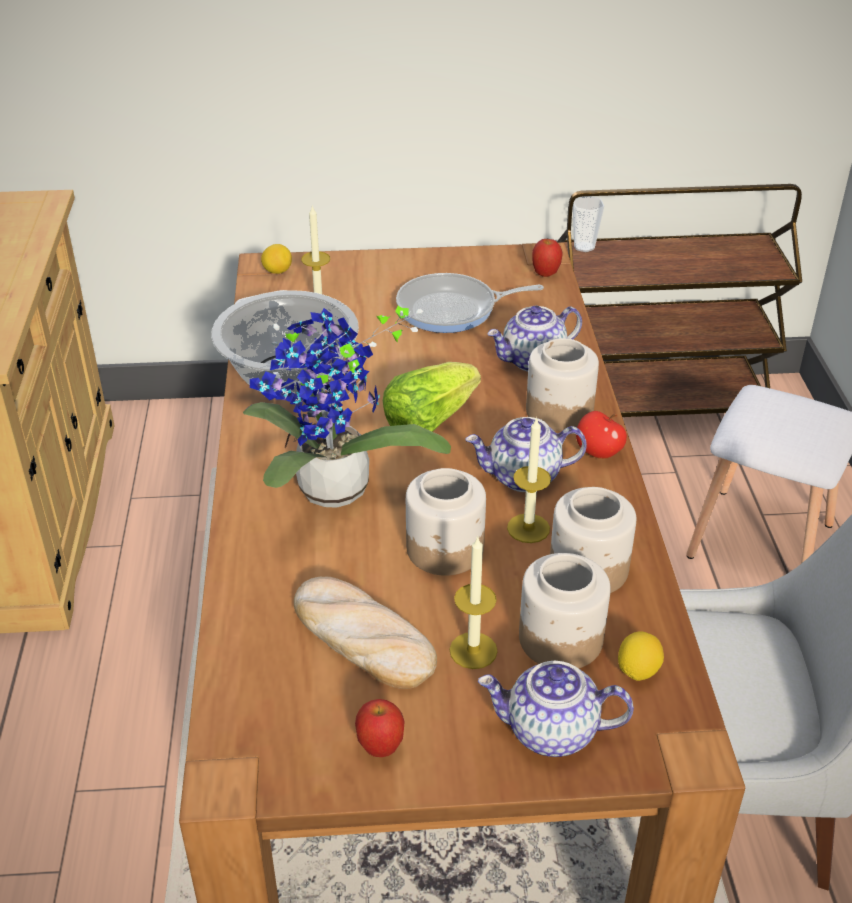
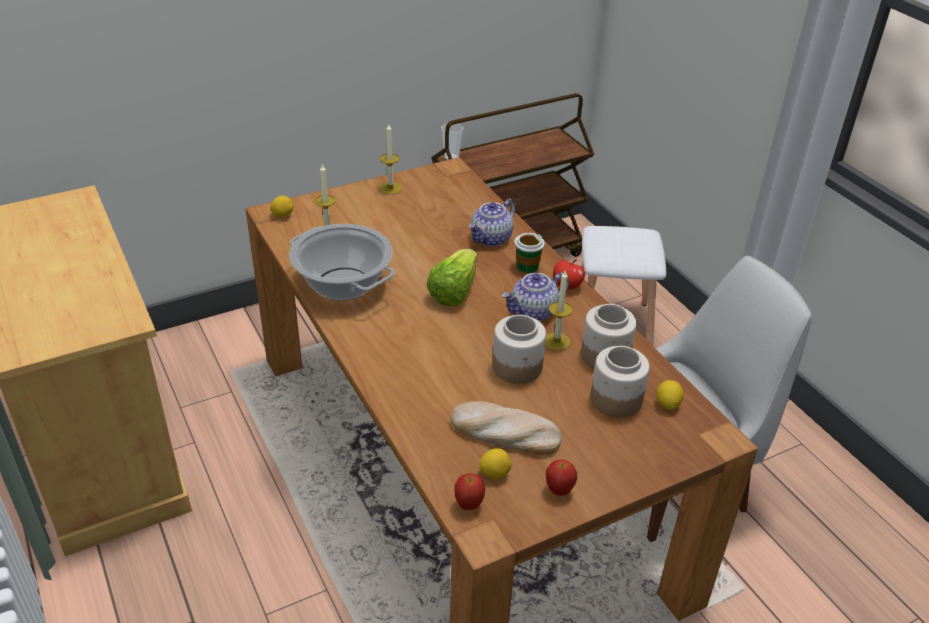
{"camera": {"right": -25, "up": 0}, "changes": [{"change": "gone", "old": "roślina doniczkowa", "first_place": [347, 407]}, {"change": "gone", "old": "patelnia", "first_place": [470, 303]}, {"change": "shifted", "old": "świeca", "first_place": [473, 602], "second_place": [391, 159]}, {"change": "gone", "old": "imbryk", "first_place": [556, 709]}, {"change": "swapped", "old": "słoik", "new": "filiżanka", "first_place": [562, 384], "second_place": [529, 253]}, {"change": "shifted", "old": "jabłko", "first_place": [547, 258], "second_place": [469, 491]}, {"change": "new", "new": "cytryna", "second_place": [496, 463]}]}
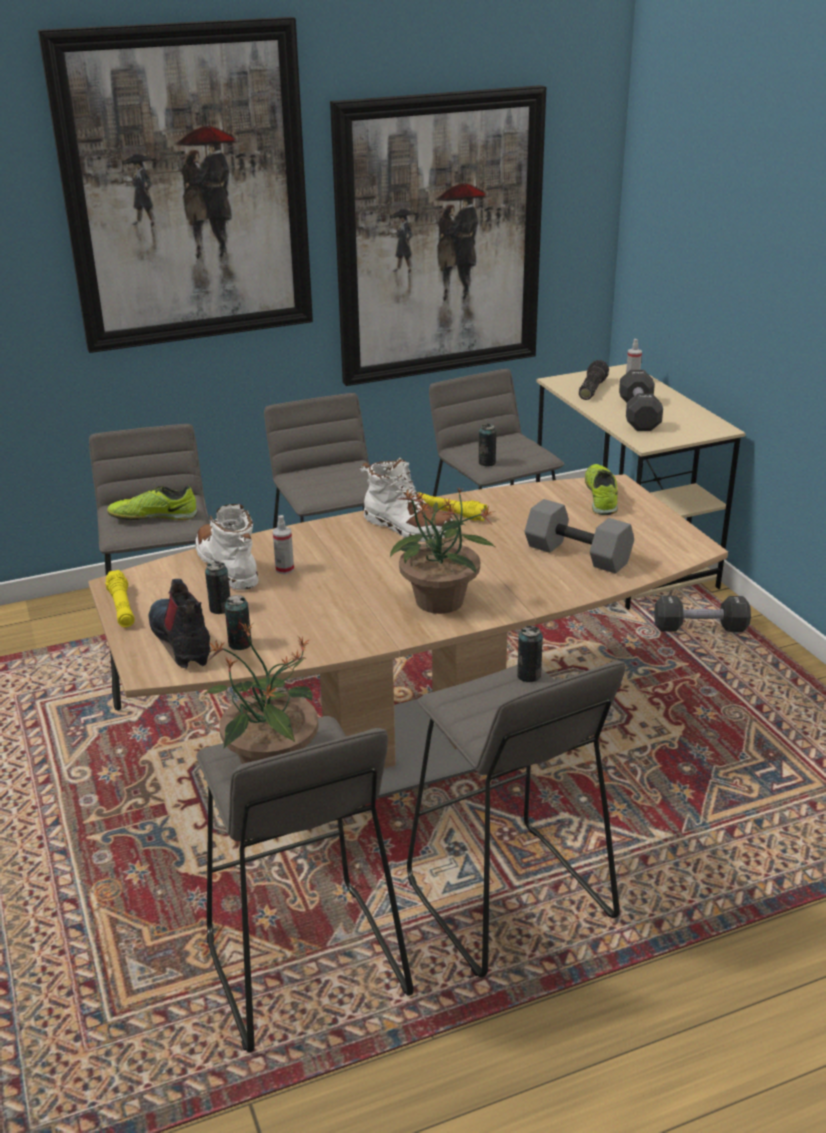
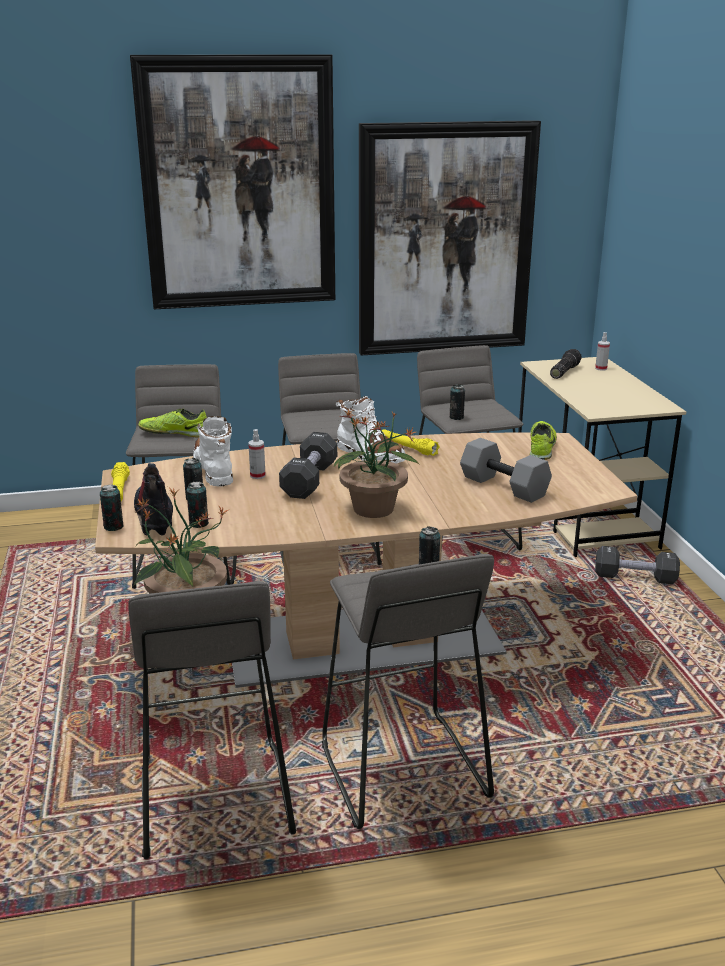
{"camera": {"right": 10, "up": -5}, "changes": [{"change": "shifted", "old": "hantel (czarny)", "first_place": [641, 400], "second_place": [308, 465]}, {"change": "new", "new": "puszka", "second_place": [112, 507]}]}
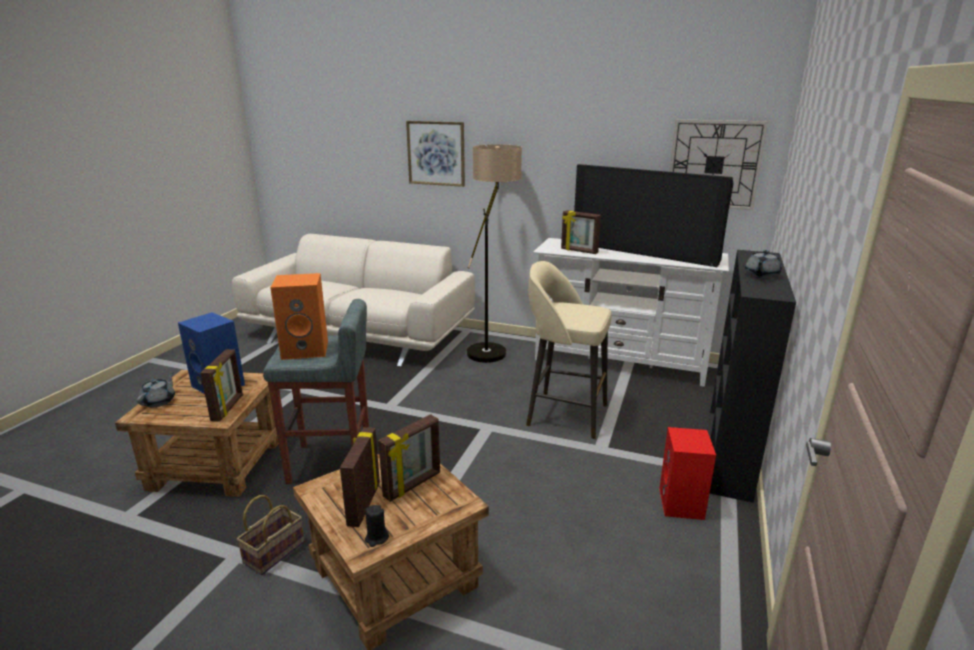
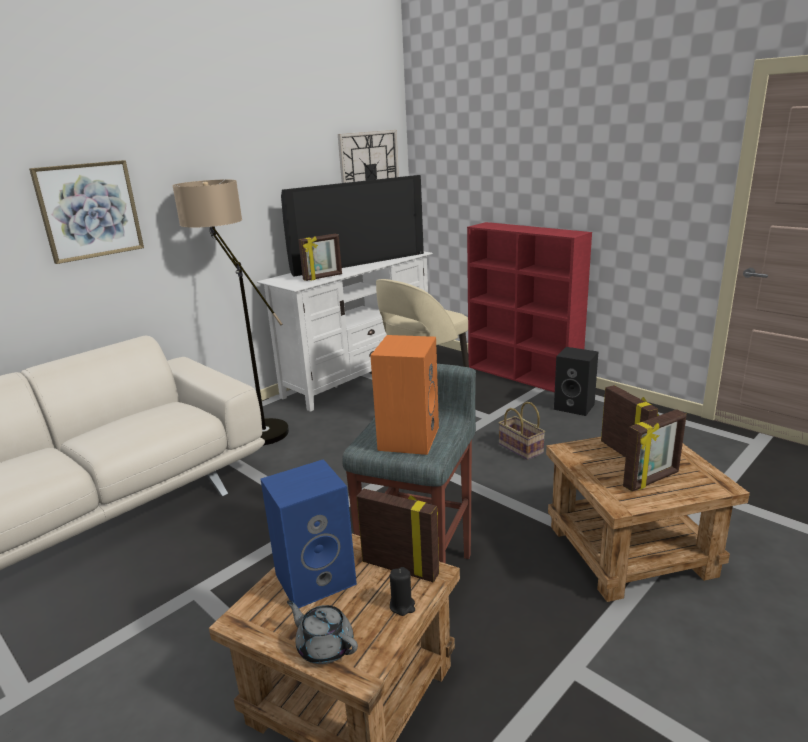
{"camera": {"right": -65, "up": 0}, "changes": [{"change": "shifted", "old": "koszyk", "first_place": [270, 535], "second_place": [521, 431]}, {"change": "rotated", "old": "ramka na zdjęcie", "first_place": [360, 477], "second_place": [655, 450], "degrees": -60}, {"change": "shifted", "old": "świeca (czarny)", "first_place": [377, 526], "second_place": [402, 591]}, {"change": "repainted", "old": "głośnik (czerwony)", "new": "głośnik (czarny)", "first_place": [687, 473], "second_place": [576, 381]}, {"change": "repainted", "old": "regał (czarny)", "new": "regał (czerwony)", "first_place": [752, 376], "second_place": [529, 307]}, {"change": "gone", "old": "imbryk (szary)", "first_place": [763, 264]}]}
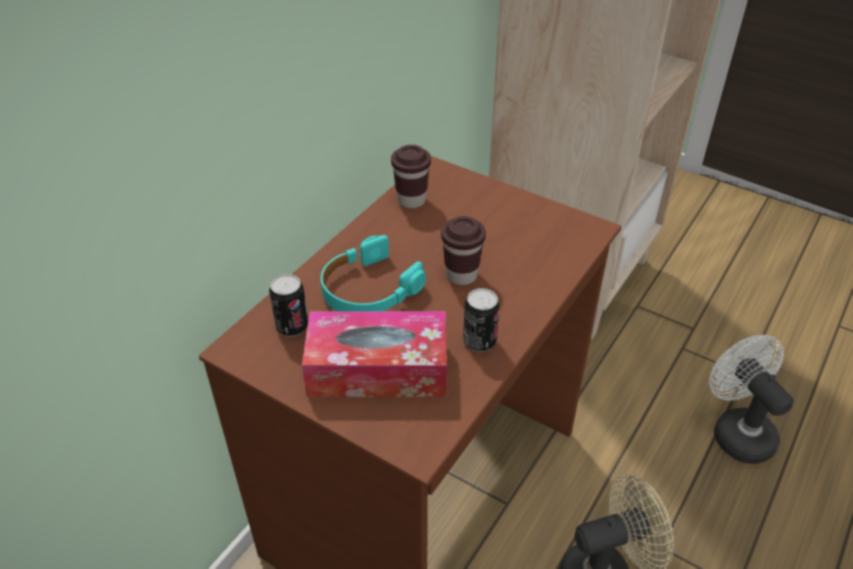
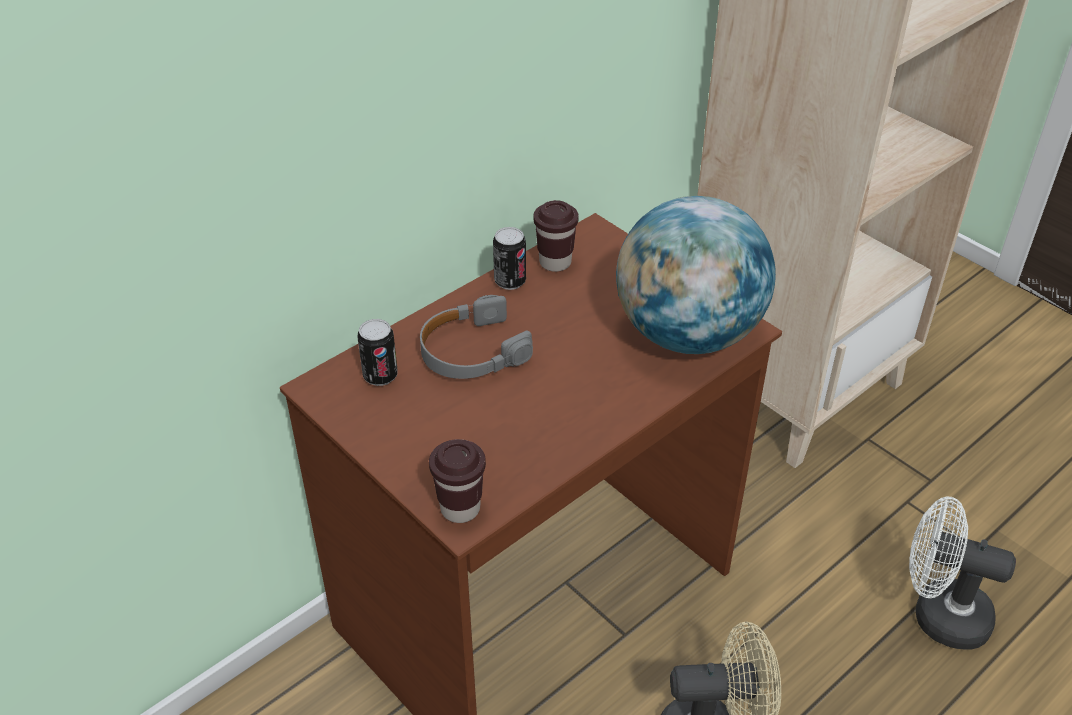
{"camera": {"right": 15, "up": 0}, "changes": [{"change": "gone", "old": "pudełko chusteczek", "first_place": [374, 354]}, {"change": "repainted", "old": "słuchawki (turkusowy)", "new": "słuchawki (szary)", "first_place": [373, 273], "second_place": [476, 337]}, {"change": "shifted", "old": "filiżanka (brązowy)", "first_place": [463, 250], "second_place": [457, 481]}, {"change": "shifted", "old": "puszka", "first_place": [481, 320], "second_place": [509, 258]}, {"change": "rotated", "old": "wentylator (biały)", "first_place": [751, 399], "second_place": [962, 573], "degrees": -60}, {"change": "new", "new": "globus", "second_place": [696, 275]}]}
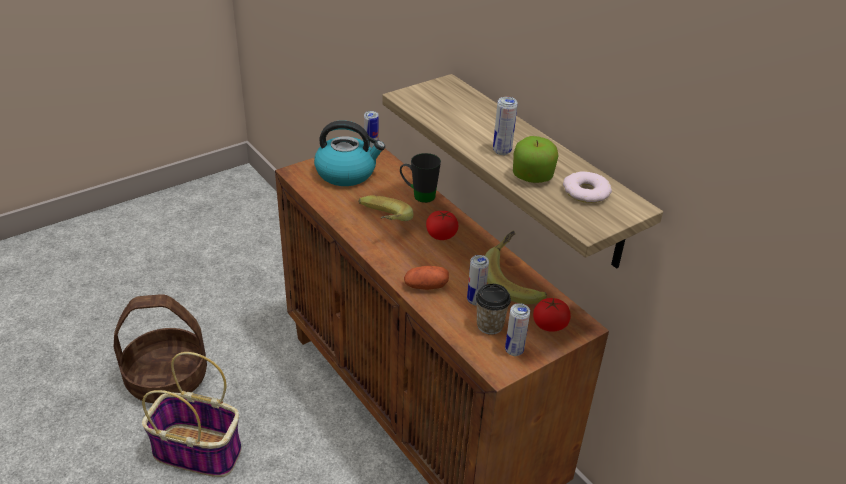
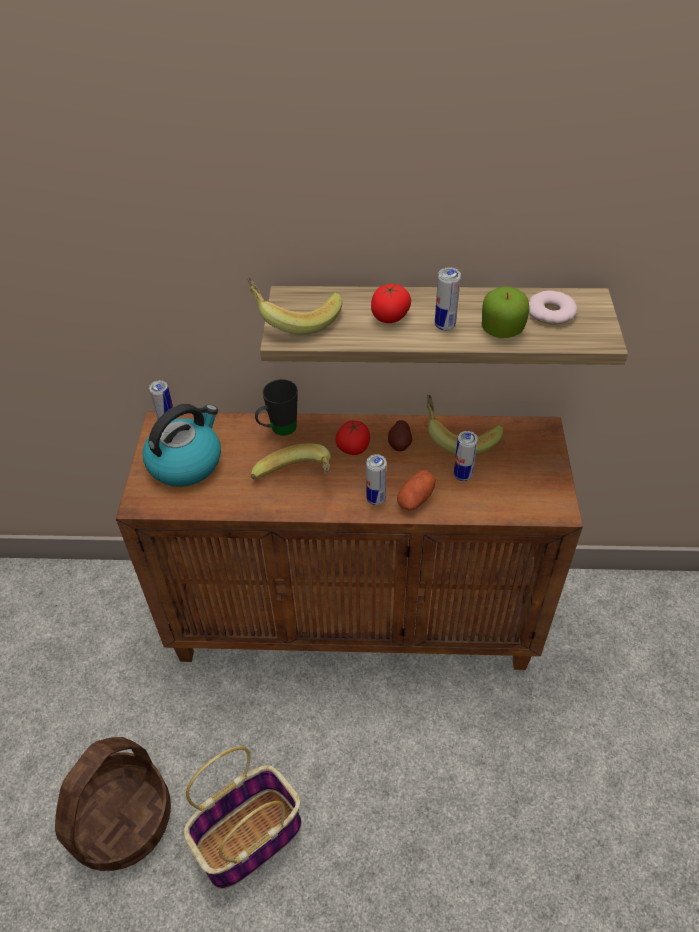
{"camera": {"right": -50, "up": 10}, "changes": [{"change": "gone", "old": "filiżanka", "first_place": [493, 309]}, {"change": "shifted", "old": "puszka", "first_place": [517, 329], "second_place": [376, 479]}, {"change": "shifted", "old": "pomidor", "first_place": [552, 315], "second_place": [391, 303]}, {"change": "new", "new": "banan", "second_place": [294, 305]}, {"change": "new", "new": "ziemniak", "second_place": [400, 435]}]}
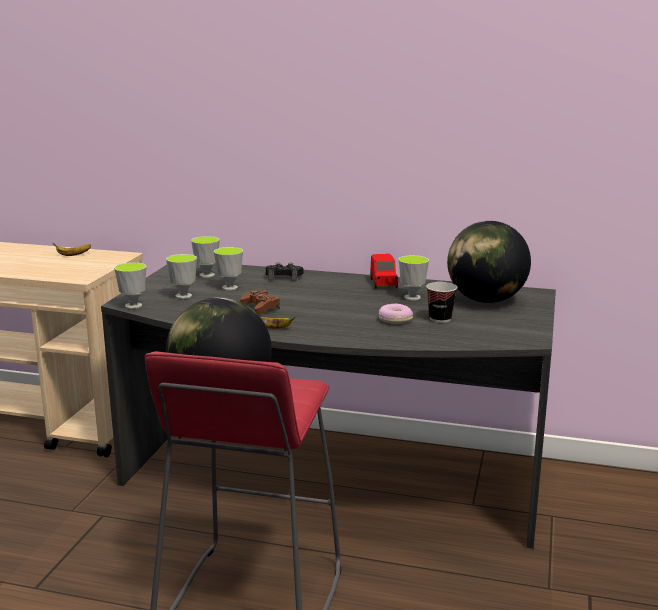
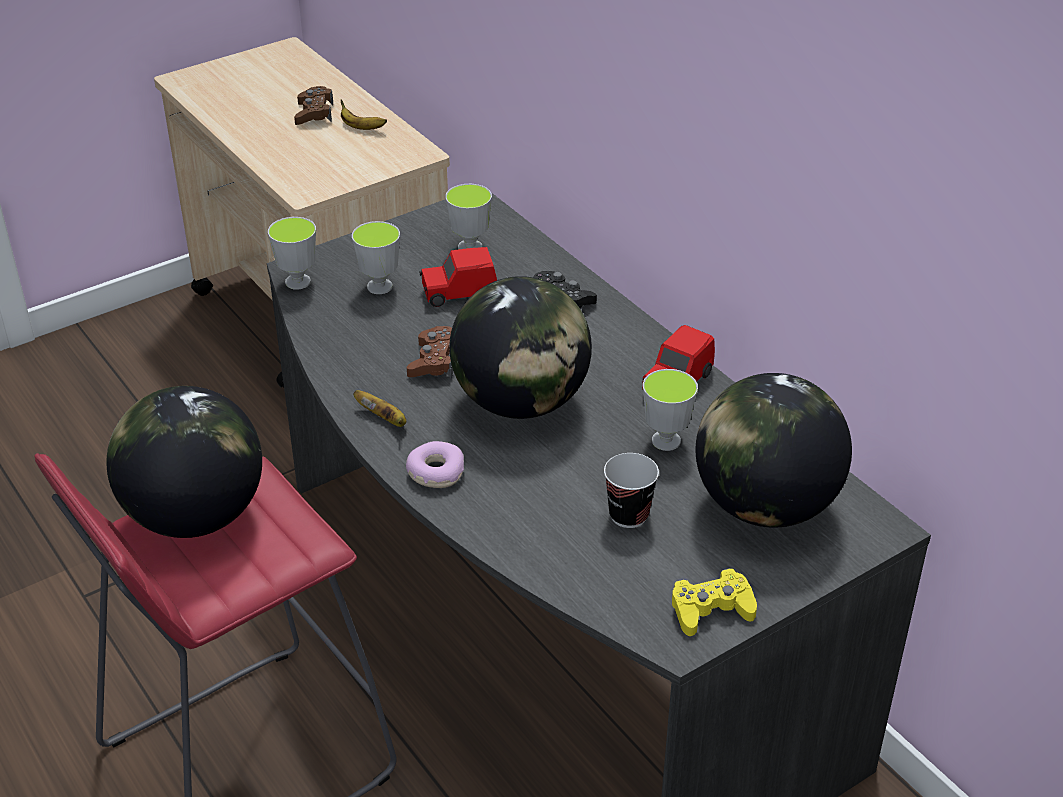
{"camera": {"right": 40, "up": 20}, "changes": [{"change": "swapped", "old": "filiżanka", "new": "samochodzik (czerwony)", "first_place": [228, 269], "second_place": [458, 277]}, {"change": "shifted", "old": "donut", "first_place": [396, 314], "second_place": [435, 464]}, {"change": "new", "new": "pad do gier (brązowy)", "second_place": [313, 105]}, {"change": "new", "new": "globus", "second_place": [520, 347]}, {"change": "new", "new": "pad do gier (żółty)", "second_place": [714, 602]}]}
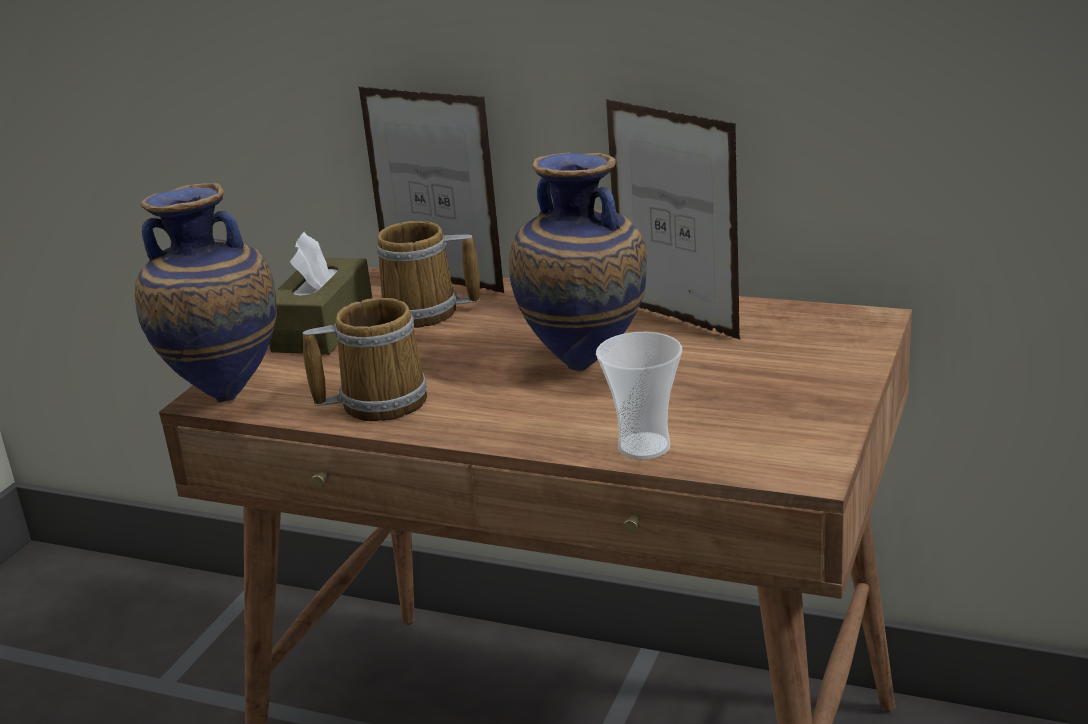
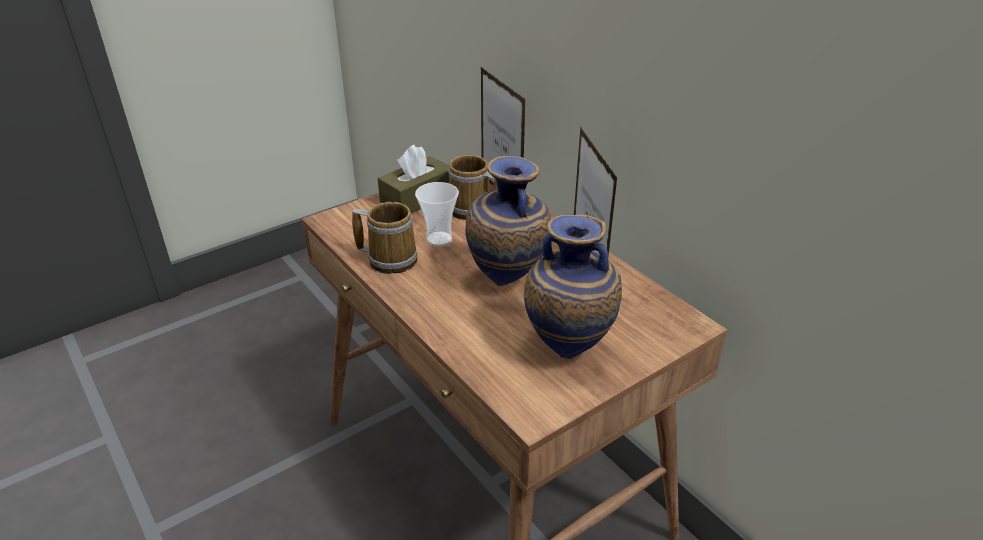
{"camera": {"right": 30, "up": 10}, "changes": [{"change": "shifted", "old": "wazon", "first_place": [206, 293], "second_place": [573, 287]}, {"change": "shifted", "old": "filiżanka", "first_place": [639, 396], "second_place": [437, 214]}]}
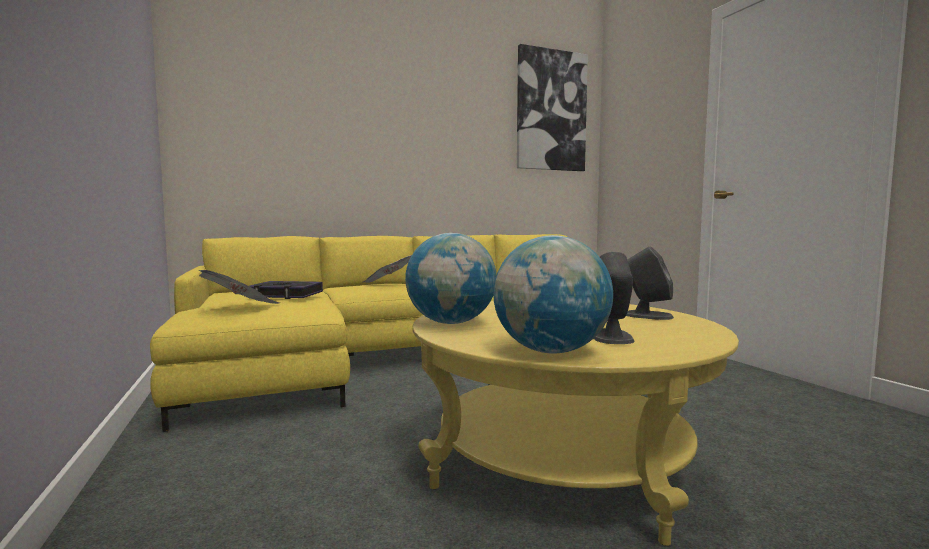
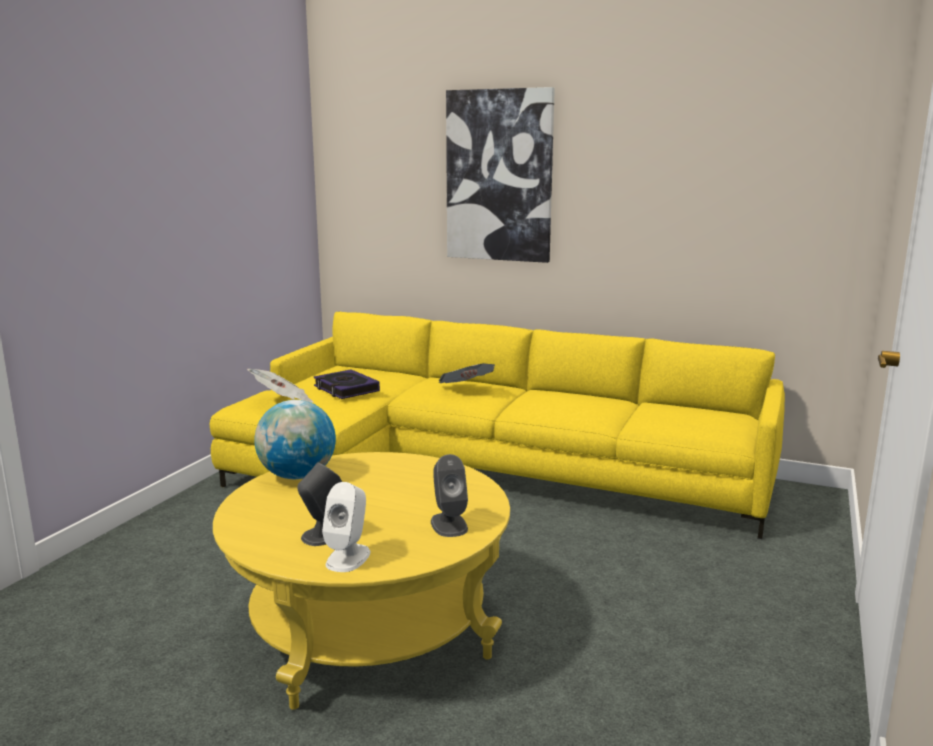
{"camera": {"right": 45, "up": 10}, "changes": [{"change": "gone", "old": "globus", "first_place": [553, 294]}, {"change": "shifted", "old": "obraz", "first_place": [552, 107], "second_place": [500, 175]}, {"change": "new", "new": "głośnik (biały)", "second_place": [346, 527]}]}
